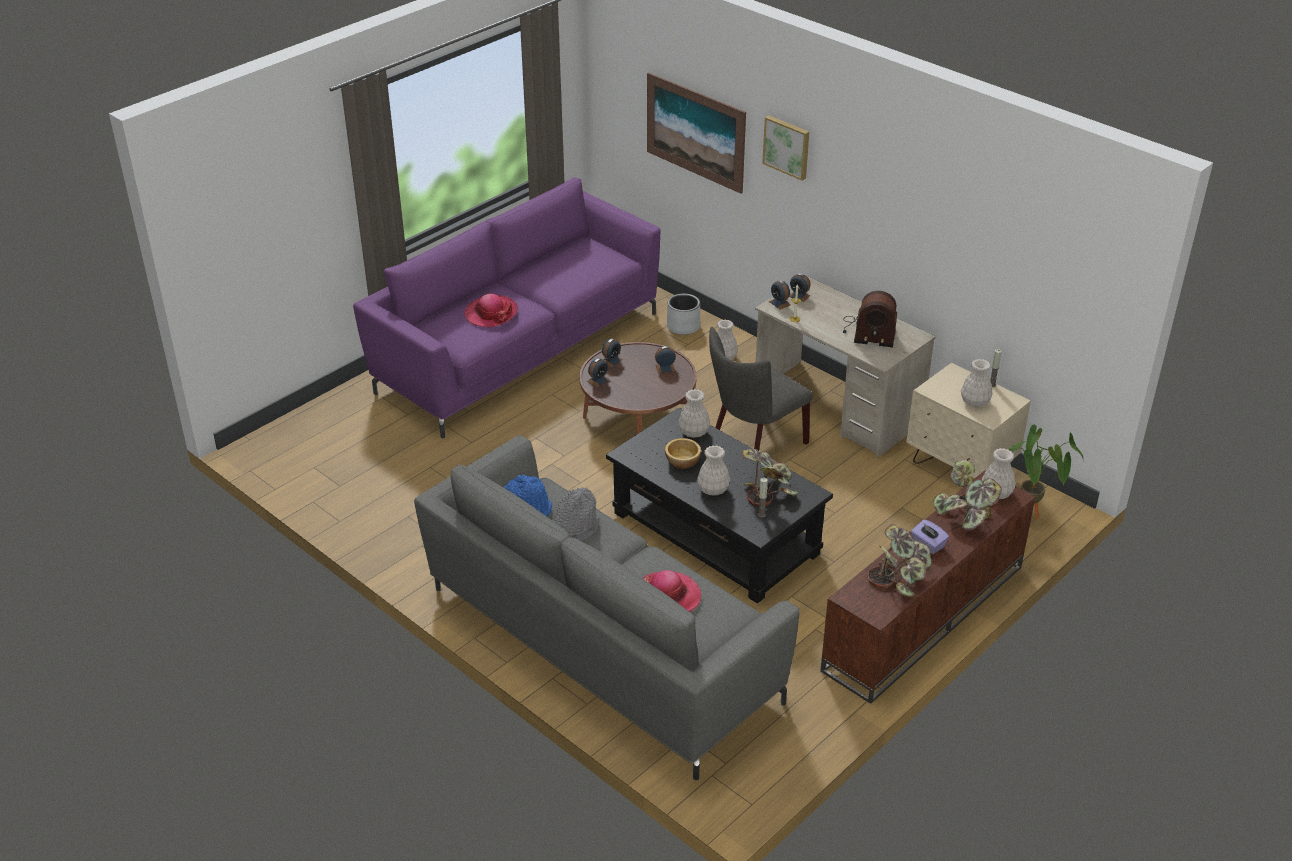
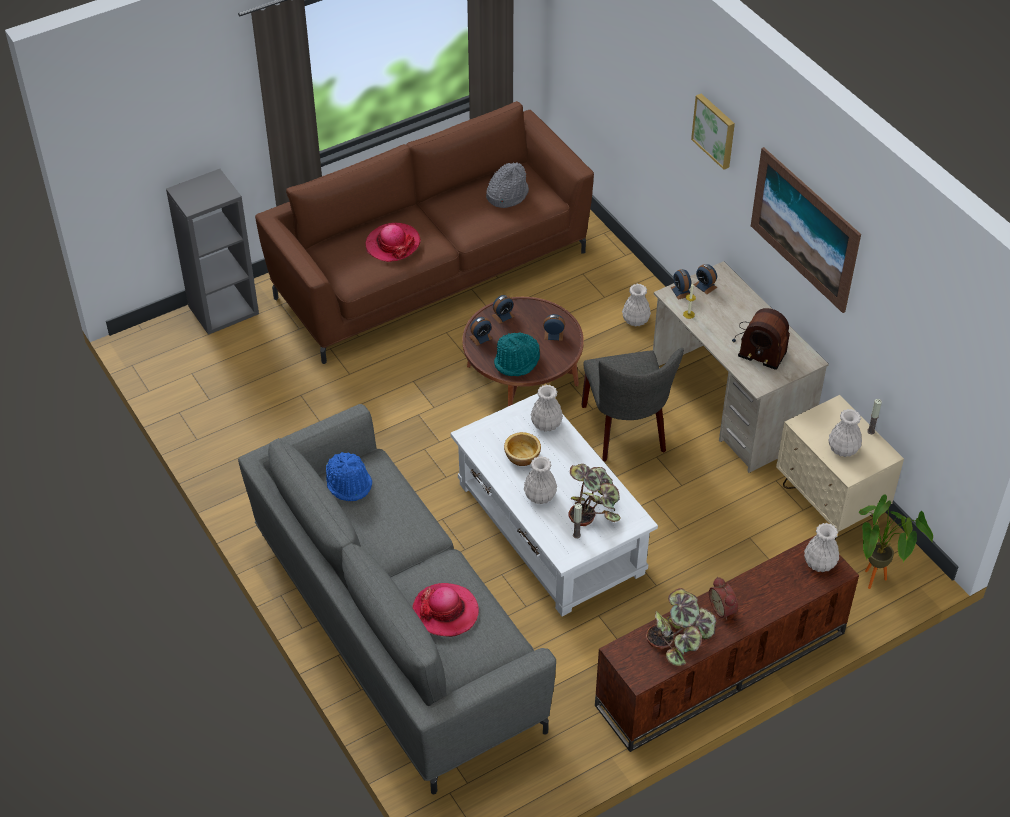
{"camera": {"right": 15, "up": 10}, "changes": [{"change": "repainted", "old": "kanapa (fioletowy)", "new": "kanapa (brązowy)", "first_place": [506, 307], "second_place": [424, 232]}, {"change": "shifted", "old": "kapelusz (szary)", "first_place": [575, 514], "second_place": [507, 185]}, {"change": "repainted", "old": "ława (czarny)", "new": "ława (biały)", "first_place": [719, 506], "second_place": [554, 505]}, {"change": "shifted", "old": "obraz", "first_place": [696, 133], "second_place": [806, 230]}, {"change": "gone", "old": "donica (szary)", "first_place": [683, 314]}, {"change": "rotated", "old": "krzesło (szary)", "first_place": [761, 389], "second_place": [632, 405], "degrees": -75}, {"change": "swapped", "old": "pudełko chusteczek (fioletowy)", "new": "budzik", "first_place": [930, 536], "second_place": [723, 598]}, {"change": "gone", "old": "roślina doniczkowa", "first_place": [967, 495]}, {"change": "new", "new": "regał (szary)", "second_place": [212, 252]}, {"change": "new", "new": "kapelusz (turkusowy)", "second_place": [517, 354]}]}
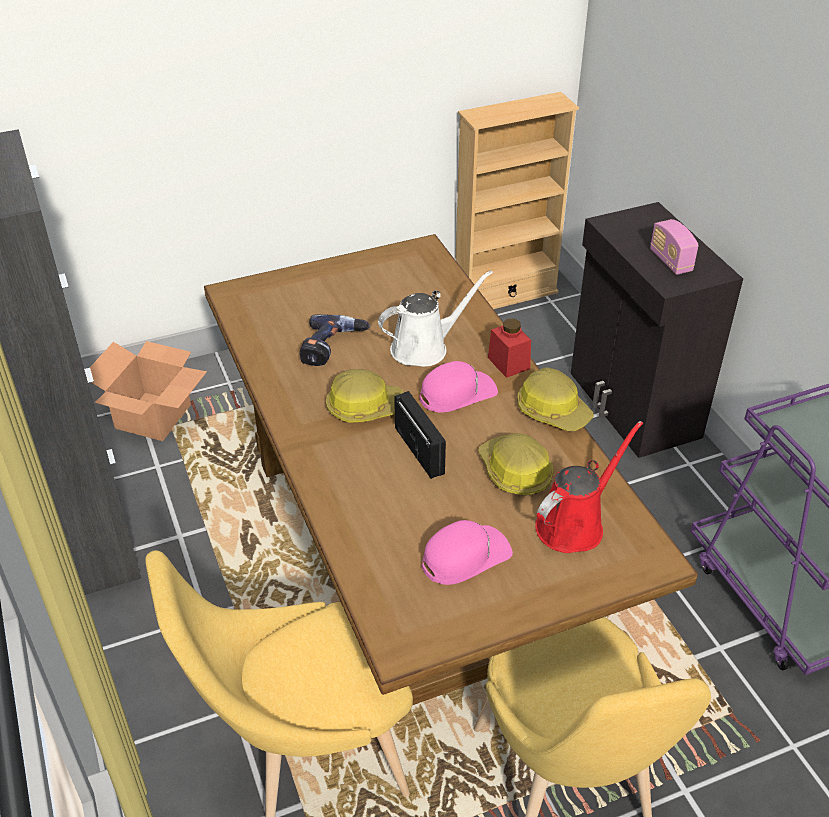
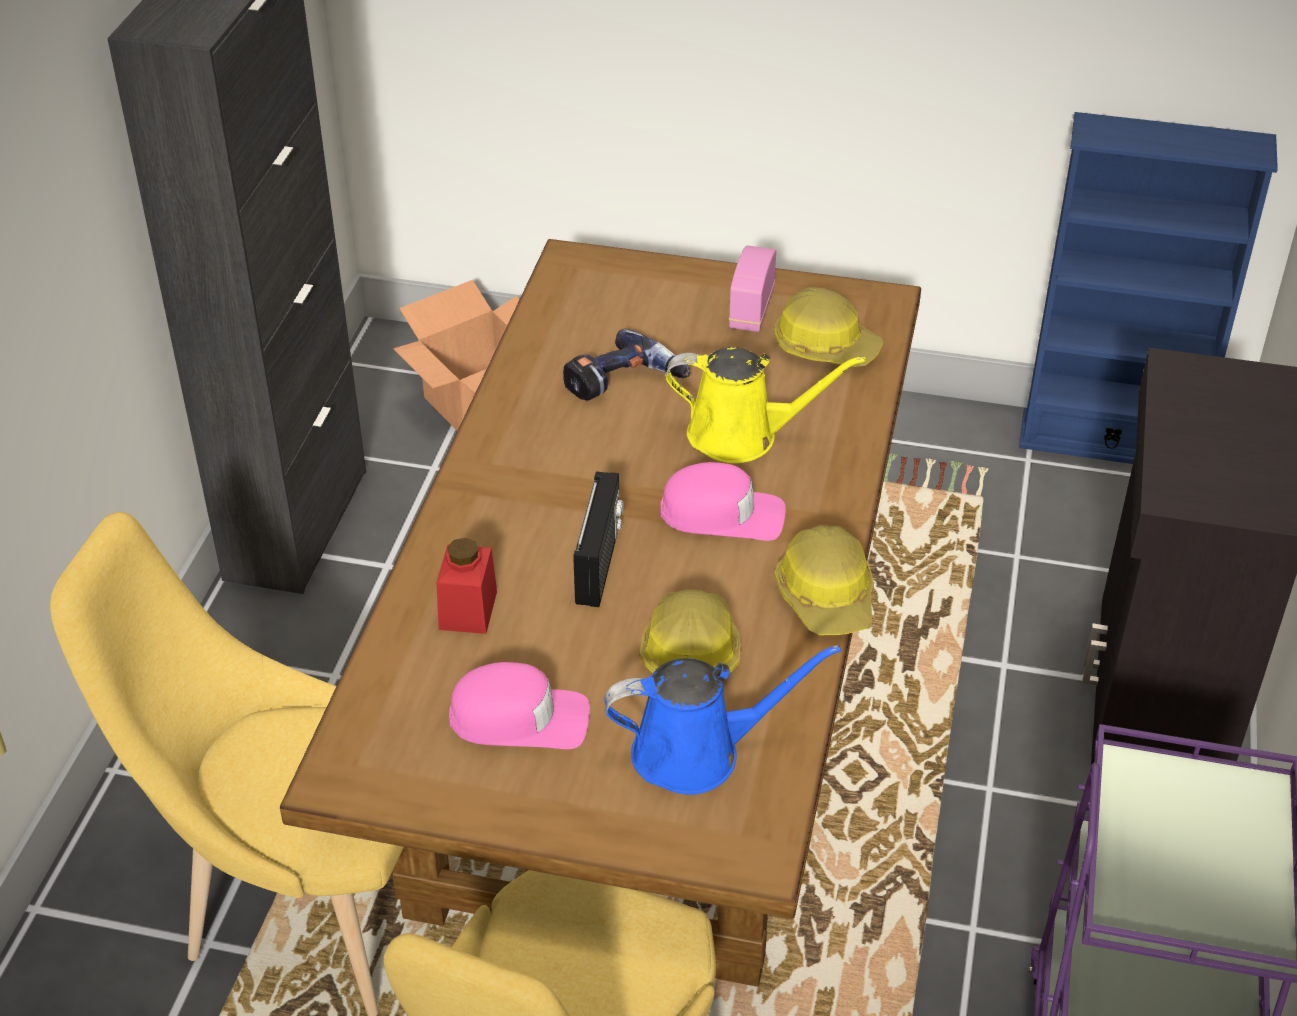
{"camera": {"right": 35, "up": 0}, "changes": [{"change": "shifted", "old": "kask", "first_place": [365, 396], "second_place": [829, 327]}, {"change": "repainted", "old": "konewka (biały)", "new": "konewka (żółty)", "first_place": [435, 318], "second_place": [765, 405]}, {"change": "repainted", "old": "regał (beżowy)", "new": "regał (niebieski)", "first_place": [517, 200], "second_place": [1148, 288]}, {"change": "shifted", "old": "słoik (czerwony)", "first_place": [509, 348], "second_place": [466, 586]}, {"change": "repainted", "old": "konewka (czerwony)", "new": "konewka (niebieski)", "first_place": [589, 487], "second_place": [722, 720]}, {"change": "shifted", "old": "radio", "first_place": [674, 247], "second_place": [752, 289]}]}
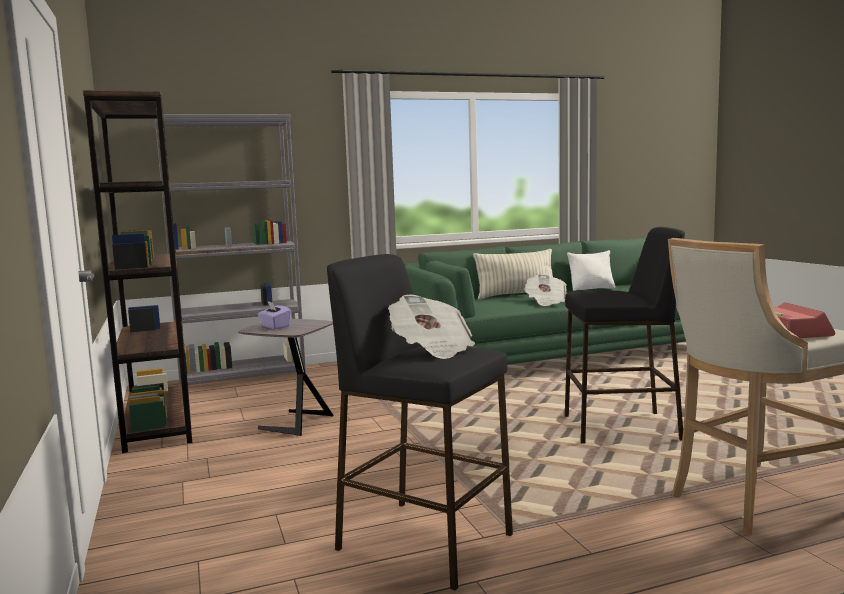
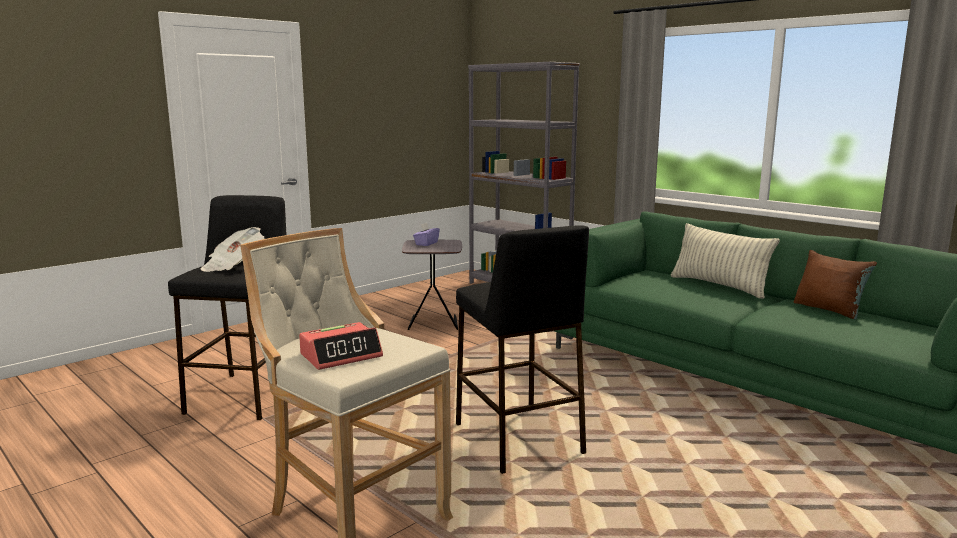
{"camera": {"right": 65, "up": 5}, "changes": [{"change": "gone", "old": "regał (brązowy)", "first_place": [137, 271]}, {"change": "gone", "old": "gazeta", "first_place": [545, 290]}, {"change": "repainted", "old": "poduszka (biały)", "new": "poduszka (brązowy)", "first_place": [591, 270], "second_place": [835, 284]}]}
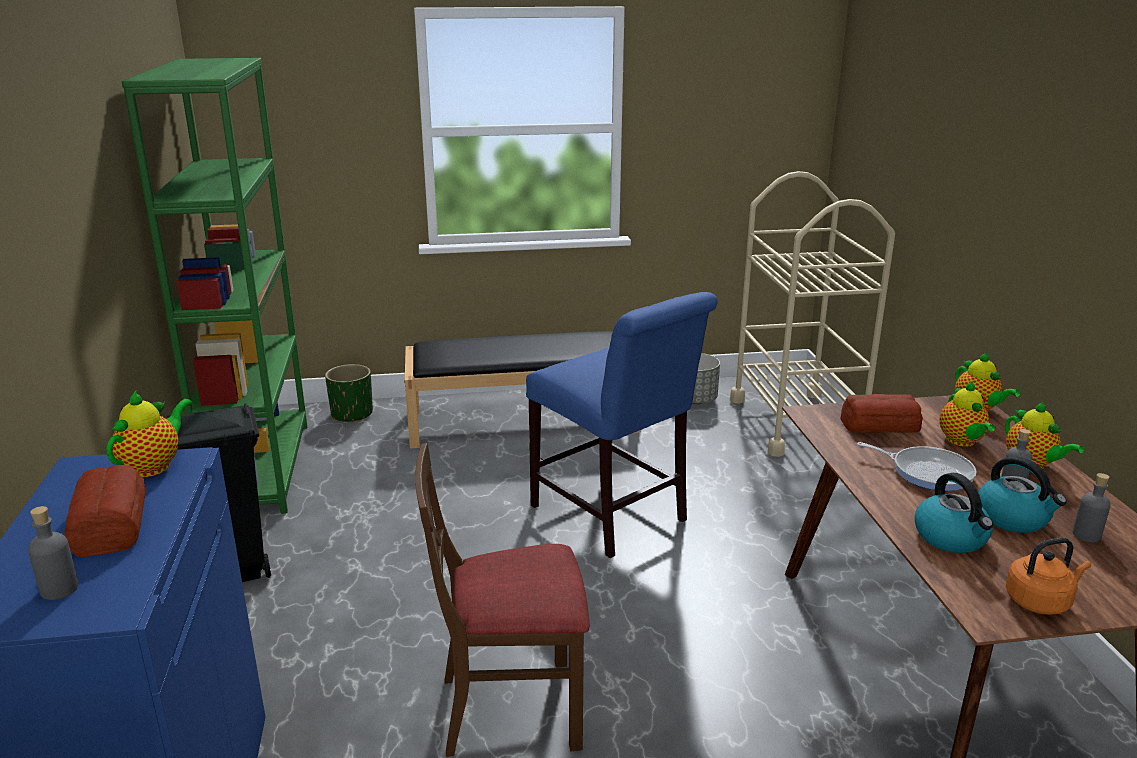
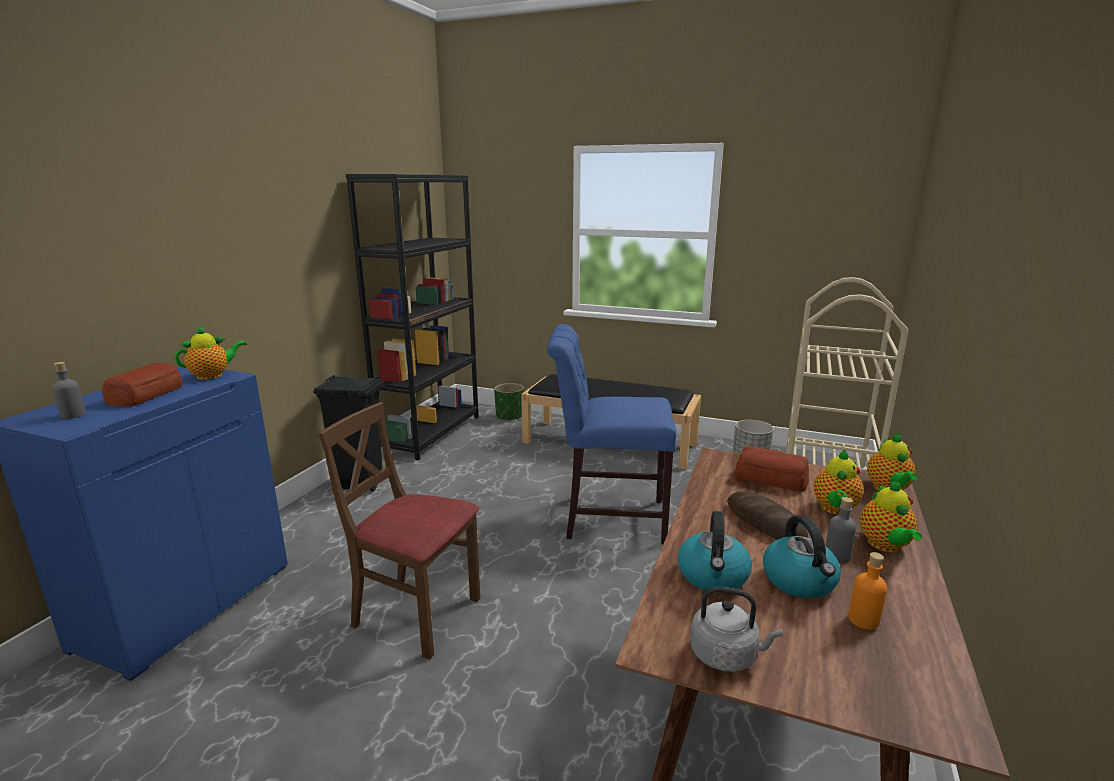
{"camera": {"right": 30, "up": -5}, "changes": [{"change": "repainted", "old": "regał (zielony)", "new": "regał (czarny)", "first_place": [214, 286], "second_place": [412, 317]}, {"change": "rotated", "old": "krzesło (niebieski)", "first_place": [622, 425], "second_place": [611, 434], "degrees": 105}, {"change": "swapped", "old": "patelnia", "new": "chleb", "first_place": [916, 466], "second_place": [767, 516]}, {"change": "repainted", "old": "czajnik (pomarańczowy)", "new": "czajnik (szary)", "first_place": [1048, 576], "second_place": [736, 629]}, {"change": "repainted", "old": "butelka (szary)", "new": "butelka (pomarańczowy)", "first_place": [1092, 508], "second_place": [867, 591]}]}
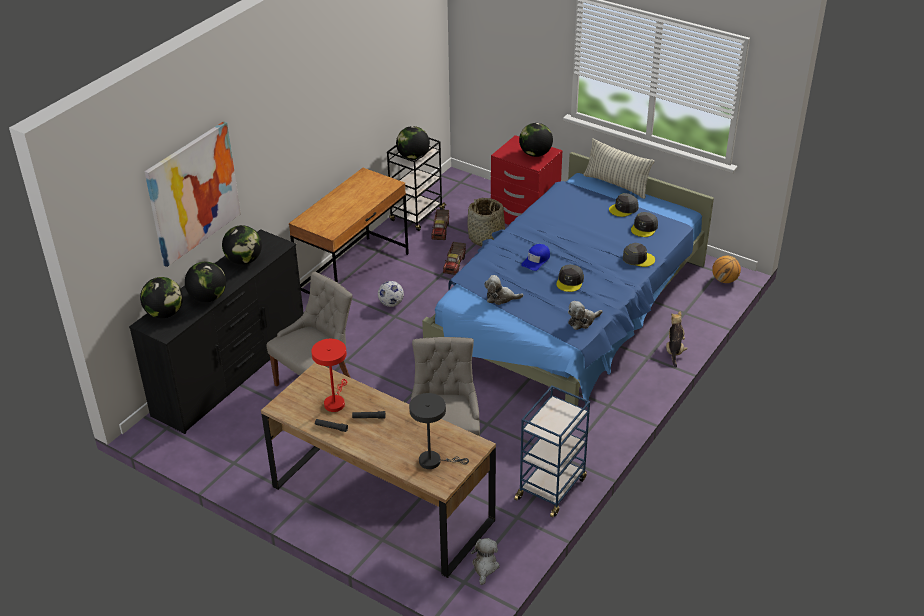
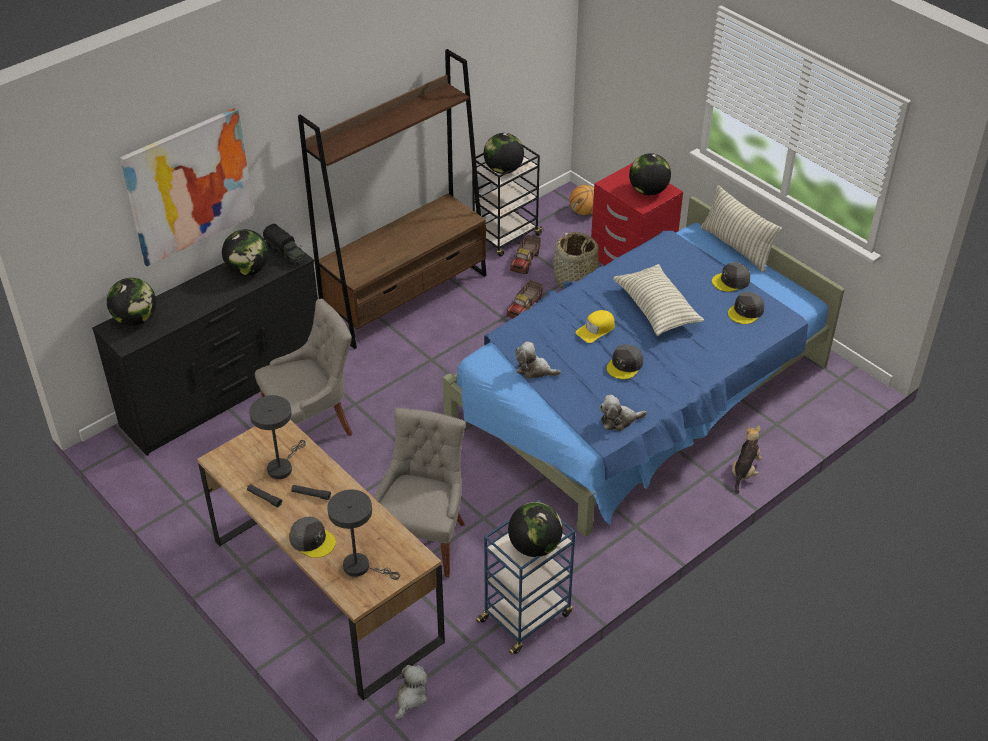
{"camera": {"right": 15, "up": 5}, "changes": [{"change": "shifted", "old": "globus", "first_place": [205, 282], "second_place": [535, 529]}, {"change": "swapped", "old": "biurko (brązowy)", "new": "regał (brązowy)", "first_place": [349, 231], "second_place": [392, 199]}, {"change": "repainted", "old": "lampa stołowa (czerwony)", "new": "lampa stołowa (szary)", "first_place": [329, 375], "second_place": [277, 437]}, {"change": "gone", "old": "piłka futbolowa", "first_place": [391, 294]}, {"change": "repainted", "old": "czapka z daszkiem (niebieski)", "new": "czapka z daszkiem (żółty)", "first_place": [535, 257], "second_place": [595, 326]}, {"change": "shifted", "old": "czapka z daszkiem (szary)", "first_place": [639, 255], "second_place": [312, 537]}, {"change": "shifted", "old": "piłka do koszykówki", "first_place": [726, 269], "second_place": [582, 200]}, {"change": "new", "new": "ciężarówka zabawkowa", "second_place": [284, 245]}, {"change": "new", "new": "poduszka", "second_place": [658, 300]}]}
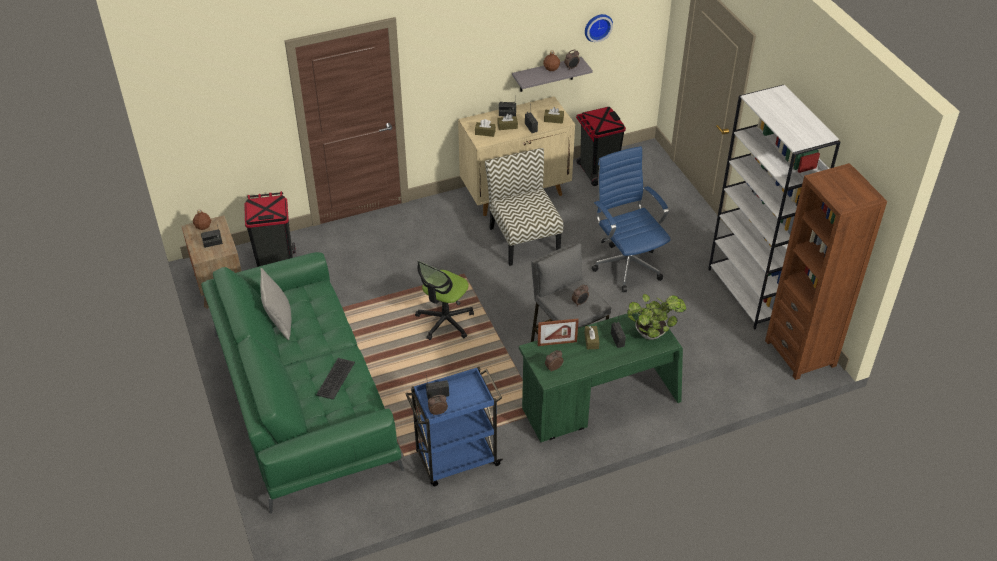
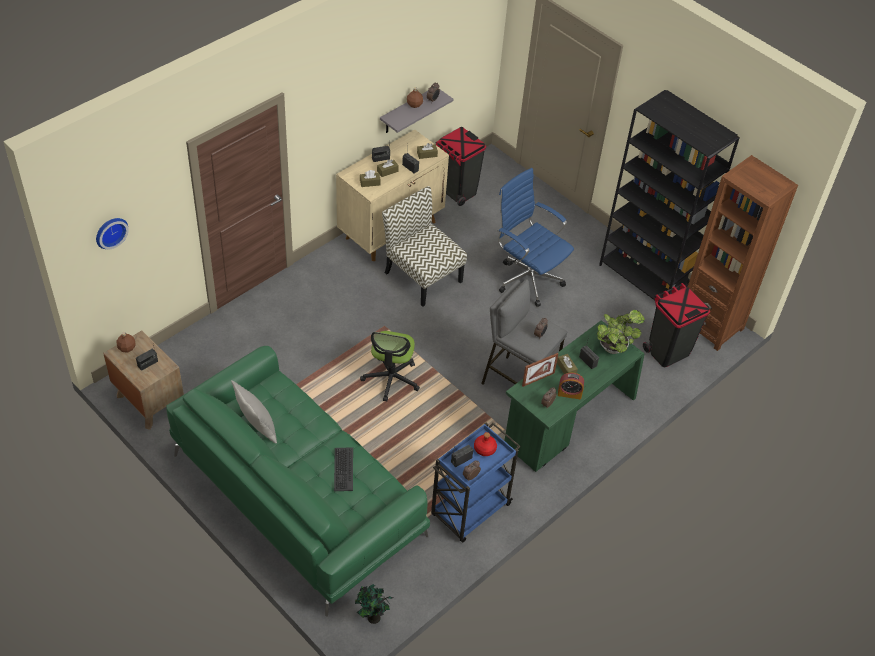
{"camera": {"right": -25, "up": 5}, "changes": [{"change": "shifted", "old": "kosz na śmieci (czarny)", "first_place": [270, 229], "second_place": [676, 325]}, {"change": "shifted", "old": "zegar ścienny", "first_place": [599, 28], "second_place": [112, 233]}, {"change": "repainted", "old": "regał (biały)", "new": "regał (czarny)", "first_place": [774, 207], "second_place": [669, 195]}, {"change": "new", "new": "roślina doniczkowa", "second_place": [374, 604]}, {"change": "new", "new": "butelka (czerwony)", "second_place": [485, 444]}, {"change": "new", "new": "budzik", "second_place": [571, 386]}]}
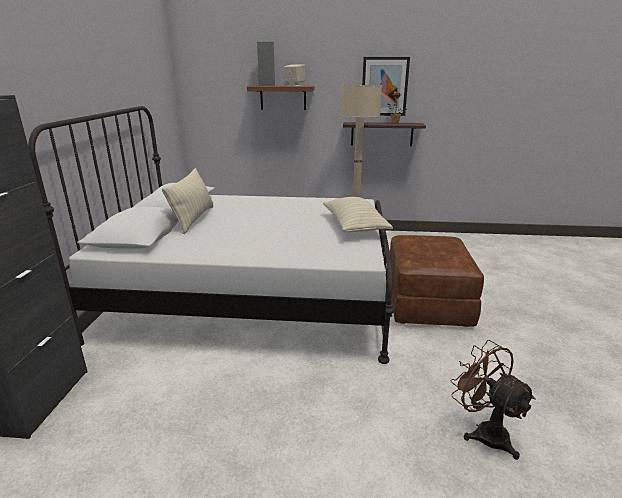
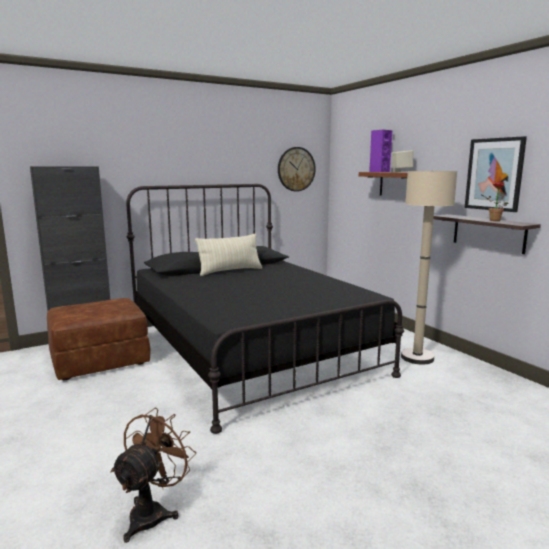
{"camera": {"right": 55, "up": -10}, "changes": [{"change": "repainted", "old": "łóżko (biały)", "new": "łóżko (czarny)", "first_place": [211, 235], "second_place": [265, 309]}, {"change": "repainted", "old": "głośnik (szary)", "new": "głośnik (fioletowy)", "first_place": [266, 64], "second_place": [380, 150]}, {"change": "gone", "old": "poduszka (beżowy)", "first_place": [358, 214]}, {"change": "shifted", "old": "pufa (brązowy)", "first_place": [437, 281], "second_place": [99, 339]}, {"change": "new", "new": "zegar ścienny", "second_place": [297, 169]}]}
